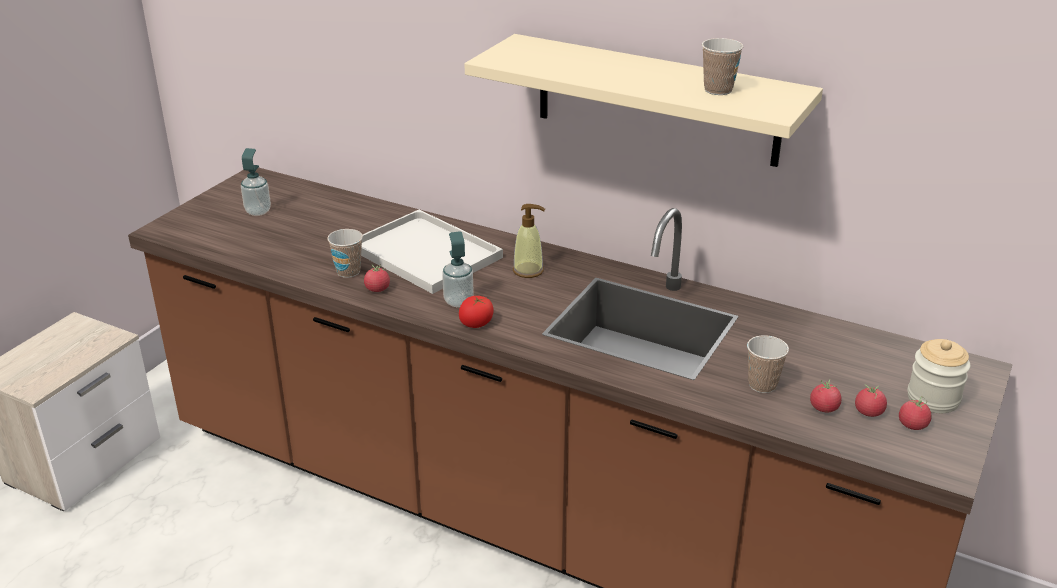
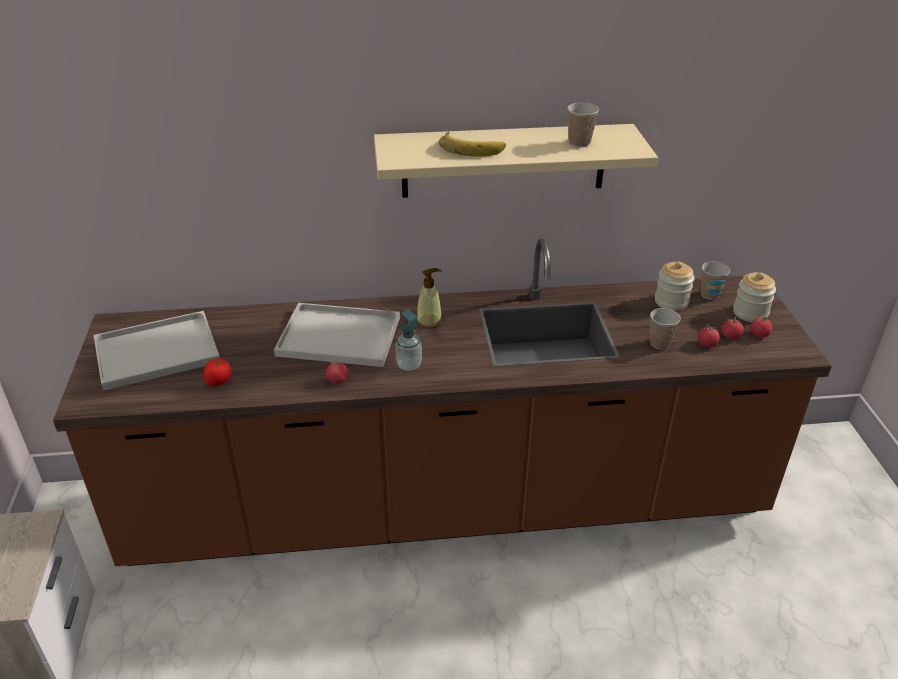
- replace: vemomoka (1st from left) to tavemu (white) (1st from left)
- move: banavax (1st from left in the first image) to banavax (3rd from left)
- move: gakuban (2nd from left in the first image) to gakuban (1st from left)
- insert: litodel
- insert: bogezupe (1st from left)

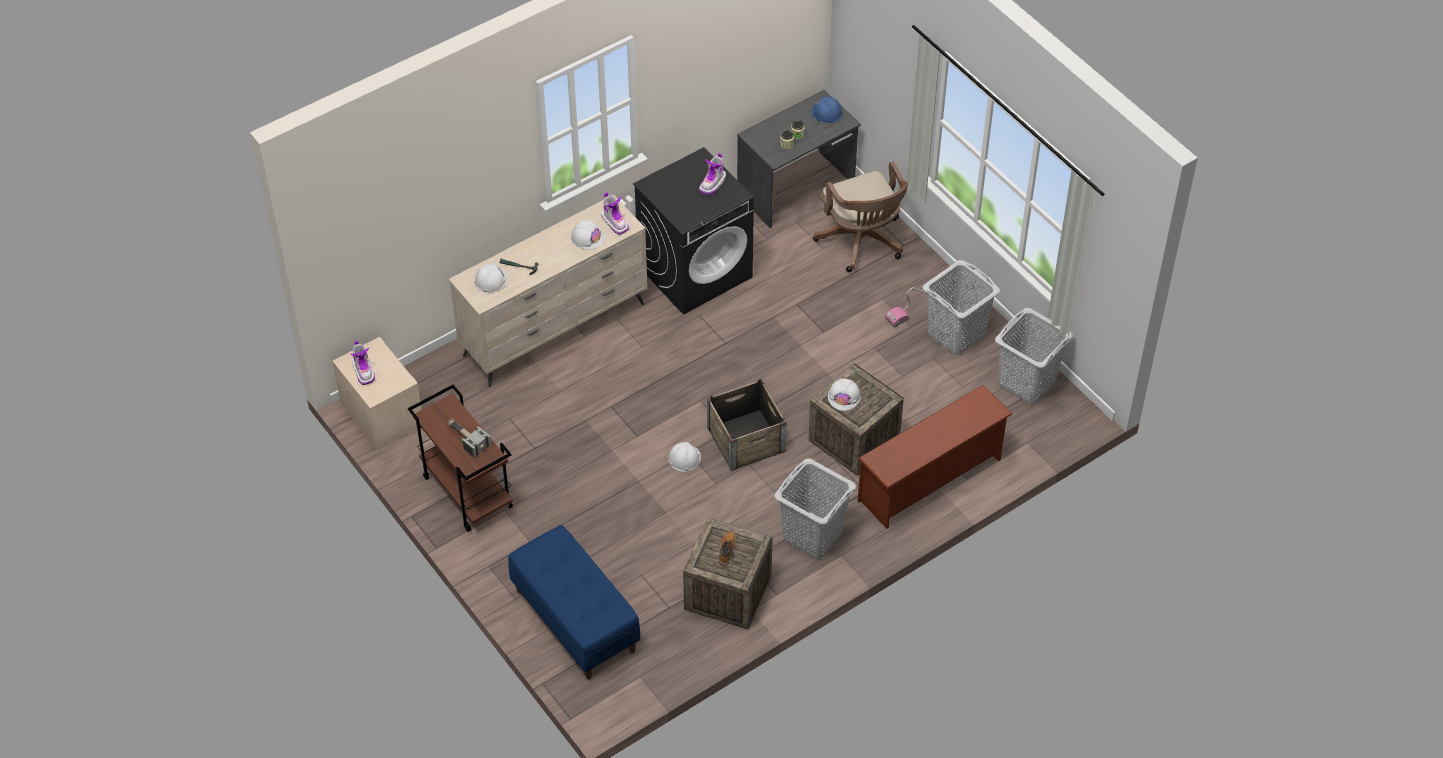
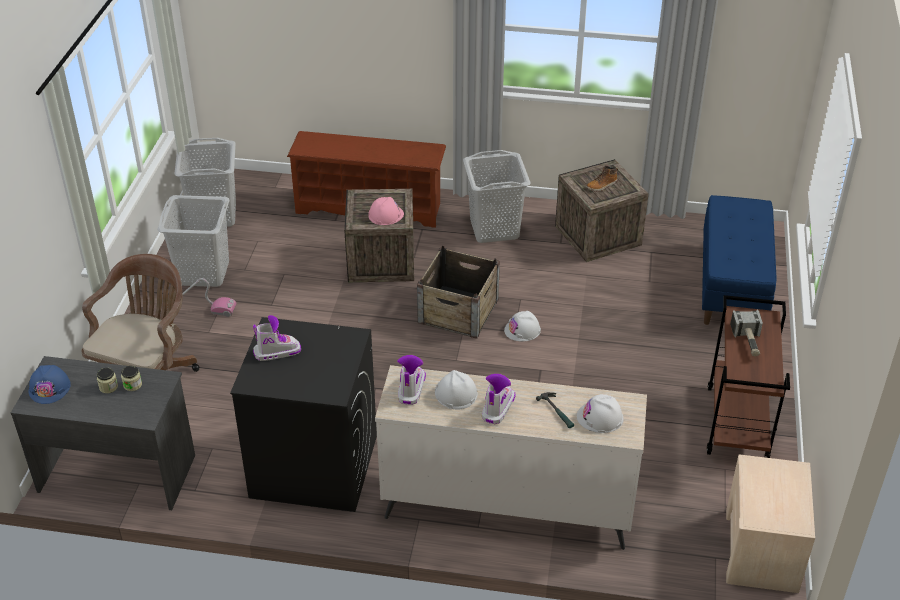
- move: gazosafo (1st from left in the first image) to gazosafo (3rd from left)
- recolor: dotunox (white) (4th from left) to dotunox (pink)

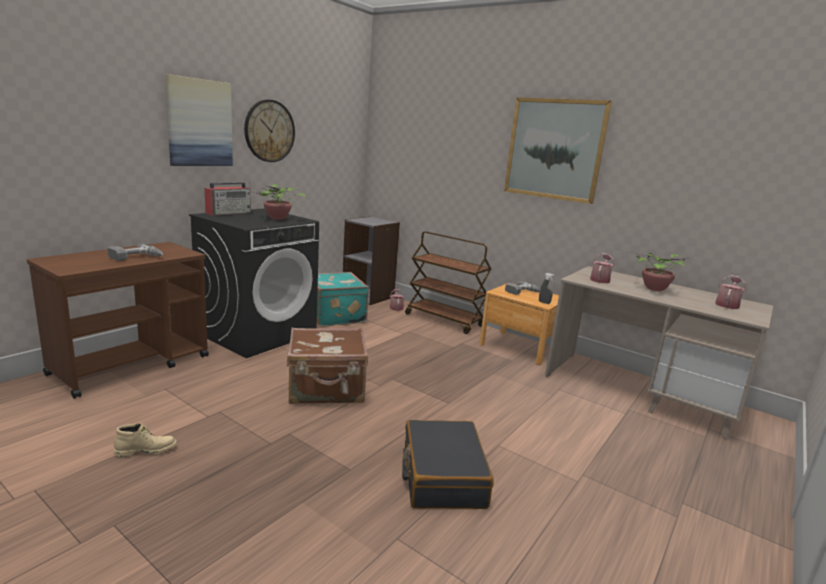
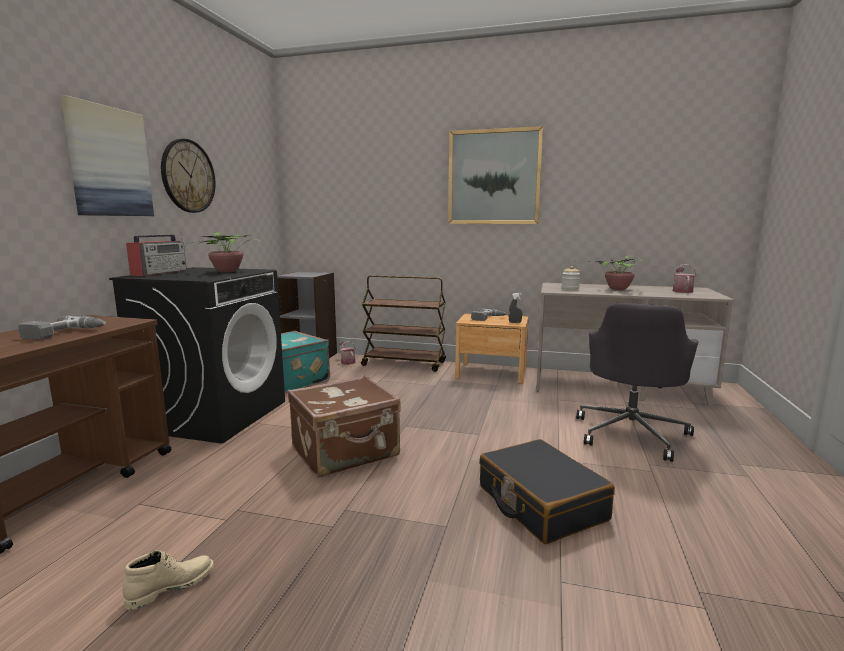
- replace: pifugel (2nd from left) to bogezupe
- insert: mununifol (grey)

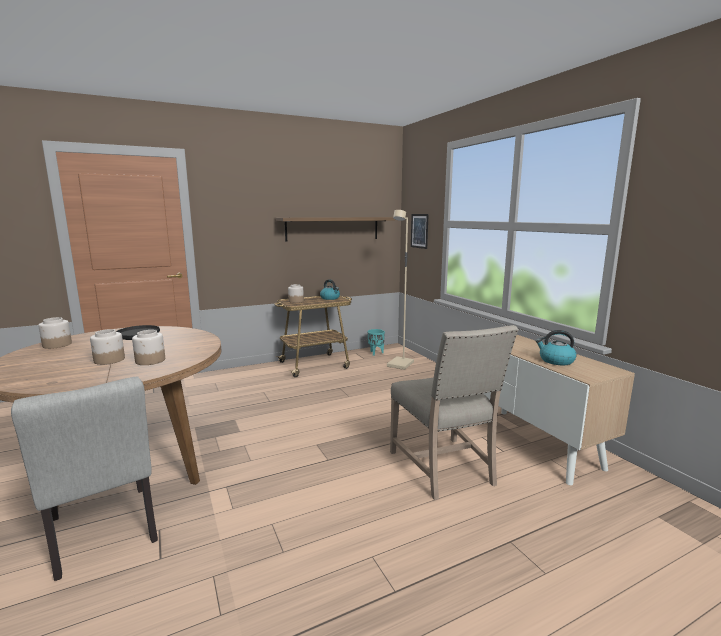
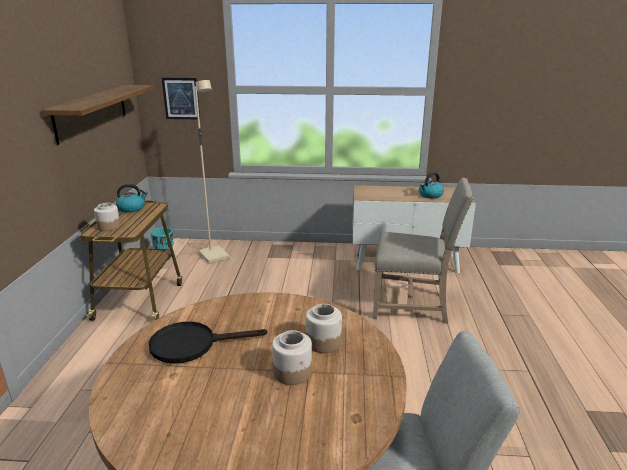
- delete: bogezupe (1st from left)

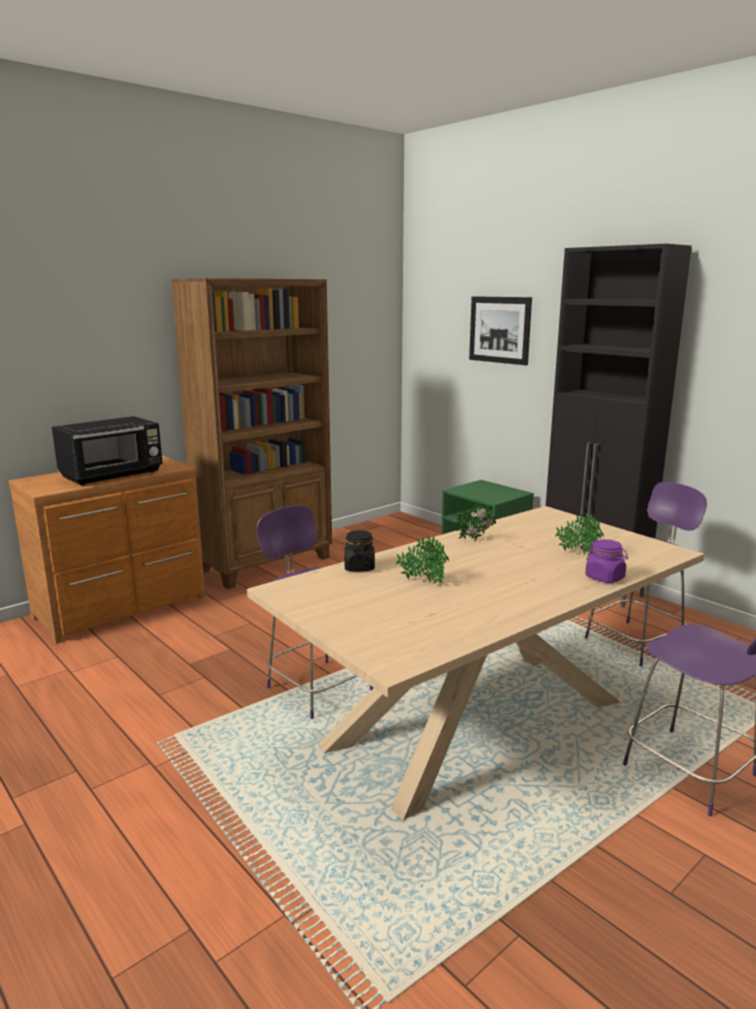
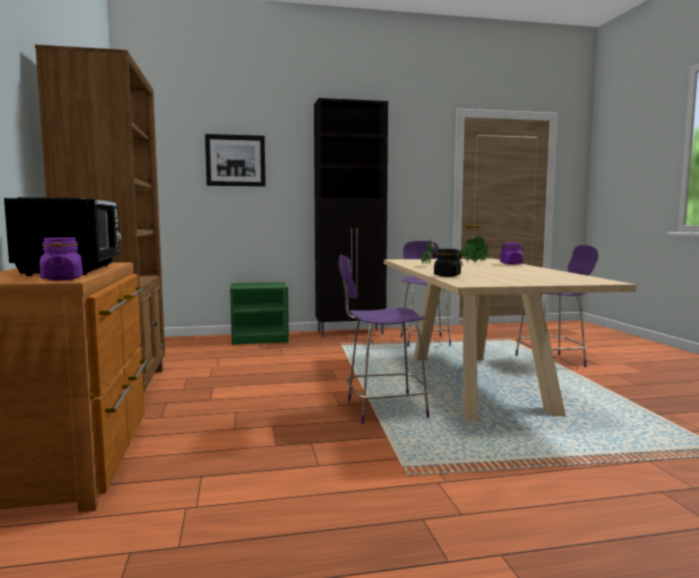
- delete: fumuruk (1st from left)
- insert: bogezupe (purple) (1st from left)

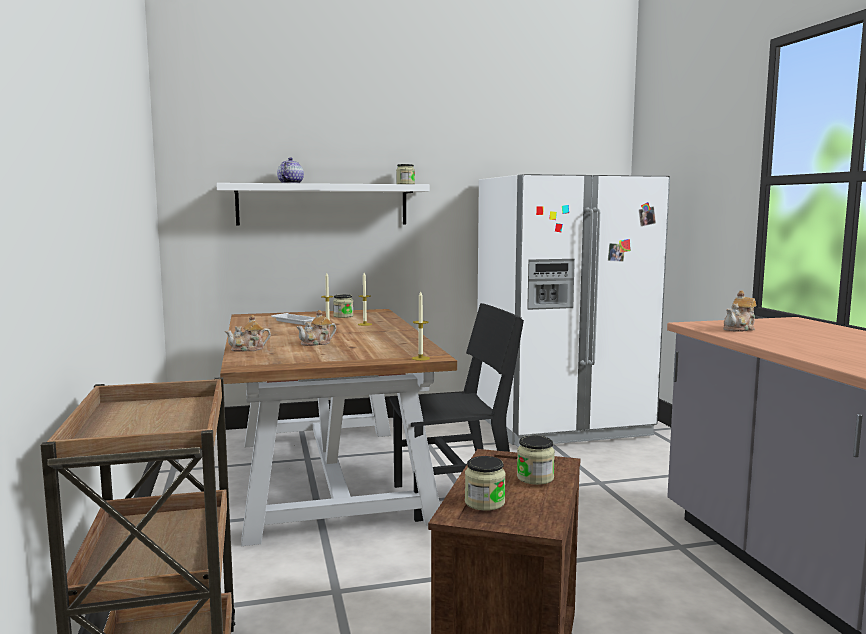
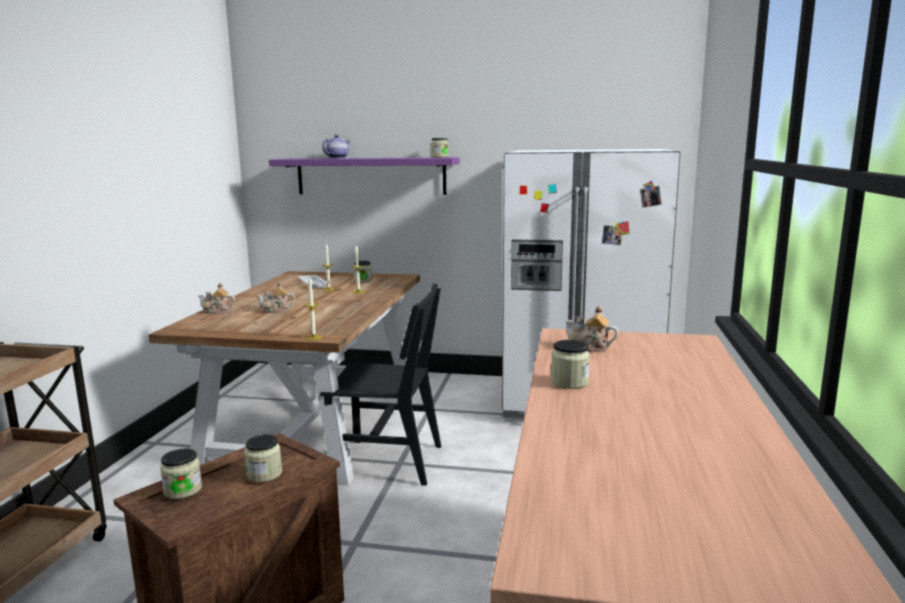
- recolor: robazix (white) to robazix (purple)
- rotate: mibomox (4th from left) 45 degrees clockwise
- insert: bogezupe (5th from left)

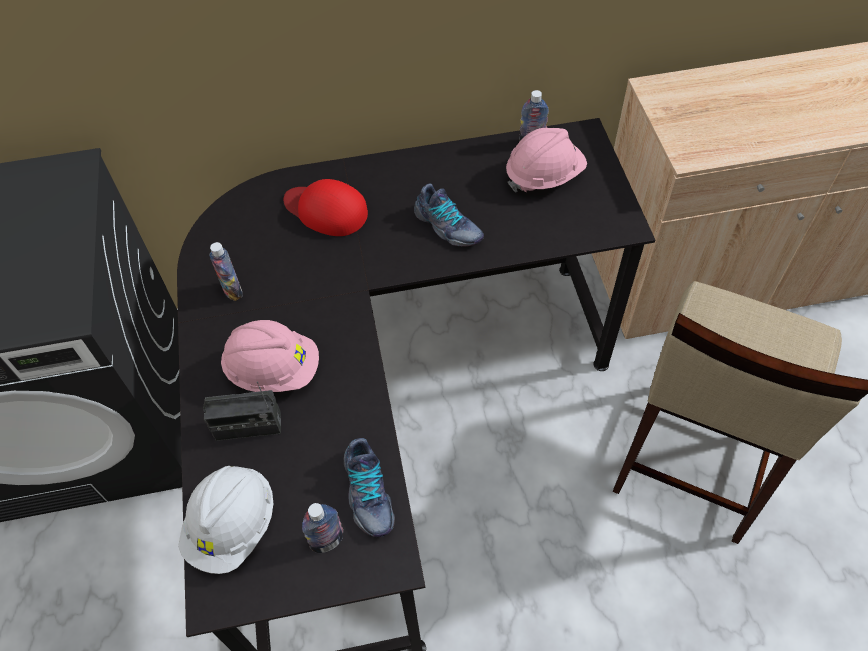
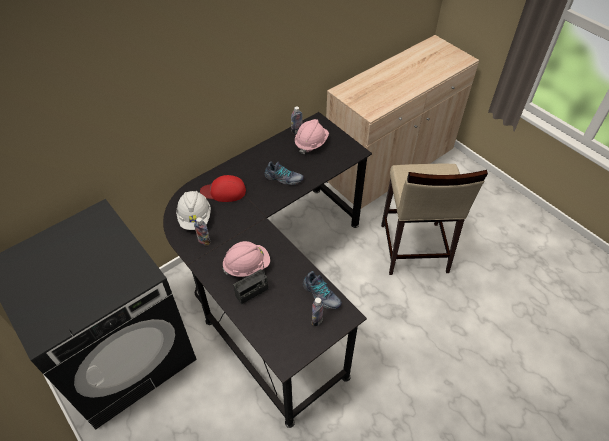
- move: dotunox (white)

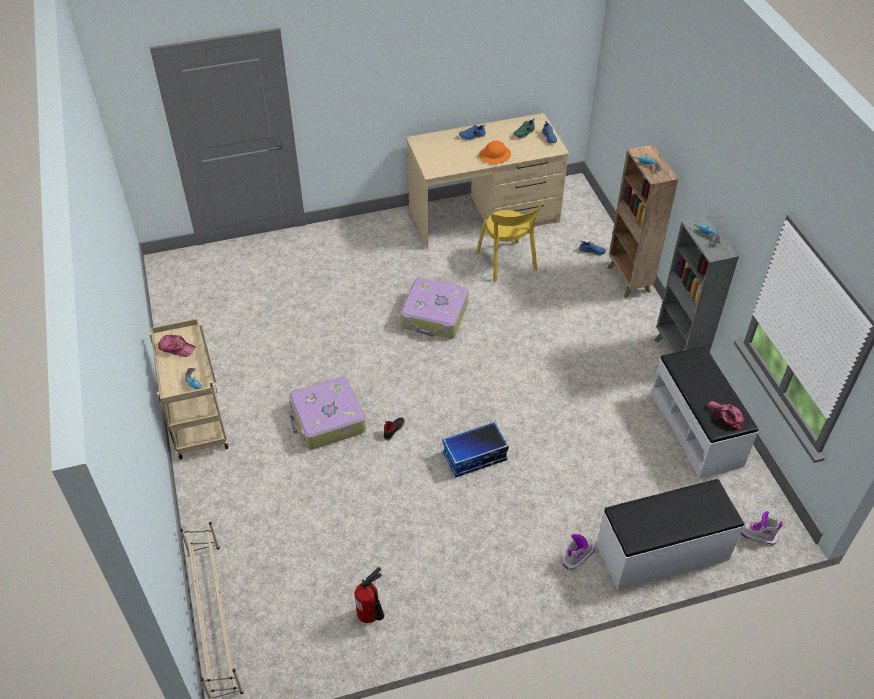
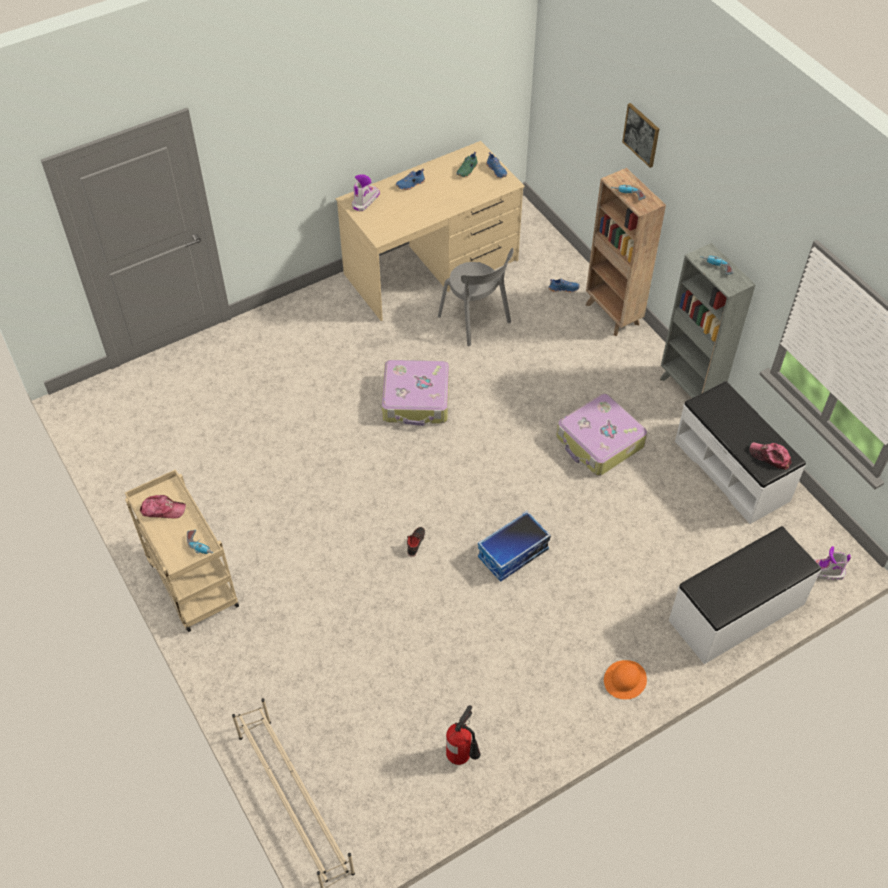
- move: dotunox (orange)
- recolor: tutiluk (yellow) to tutiluk (grey)
- move: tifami (1st from left in the first image) to tifami (2nd from left)
- move: gazosafo (1st from left)
- insert: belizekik

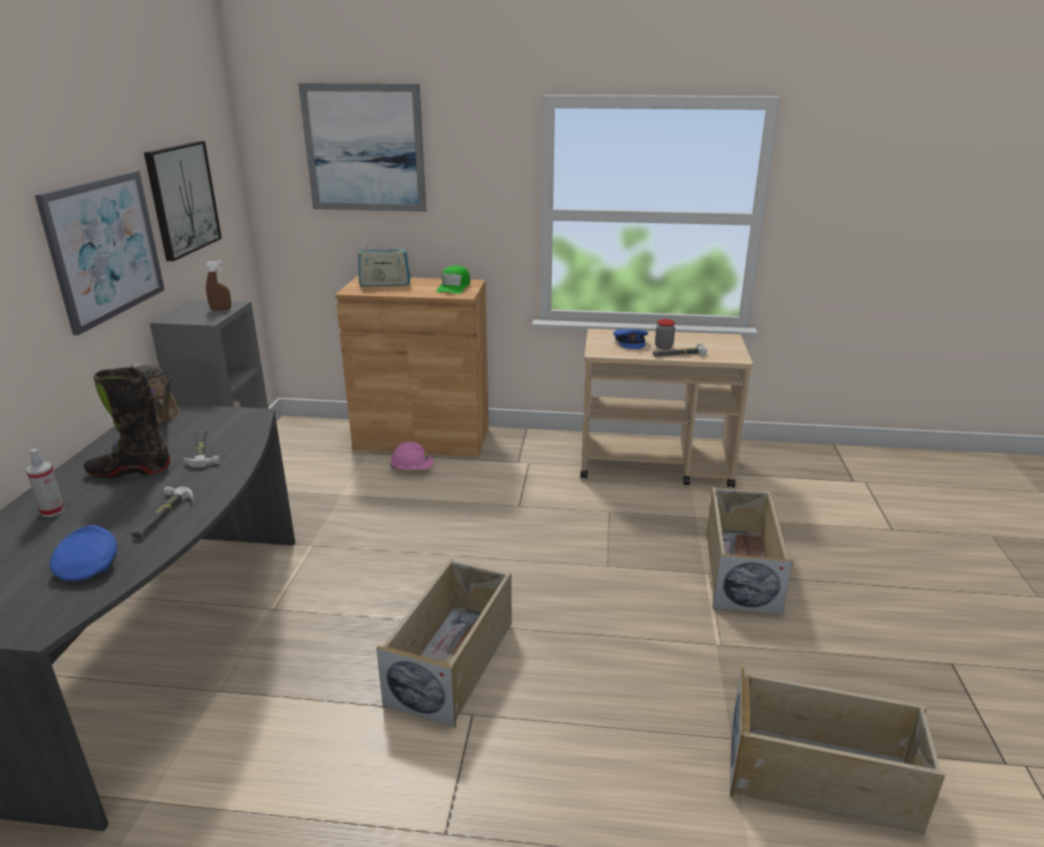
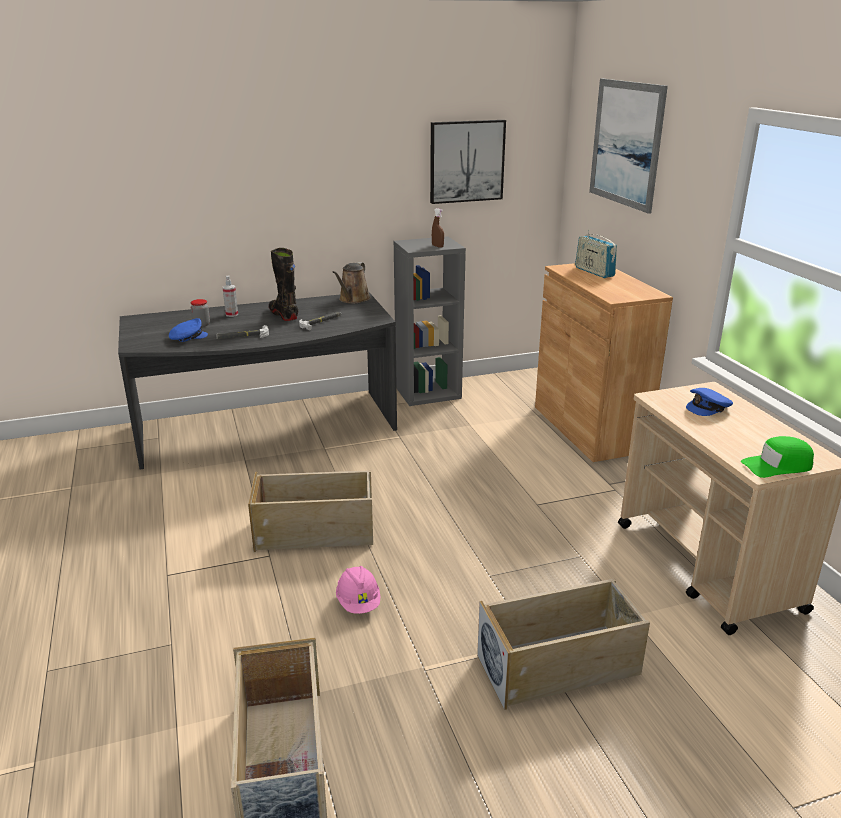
- delete: belizekik (1st from left)
- move: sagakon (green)
- move: bogezupe
- delete: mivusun (3rd from left)
- move: dotunox (pink)

